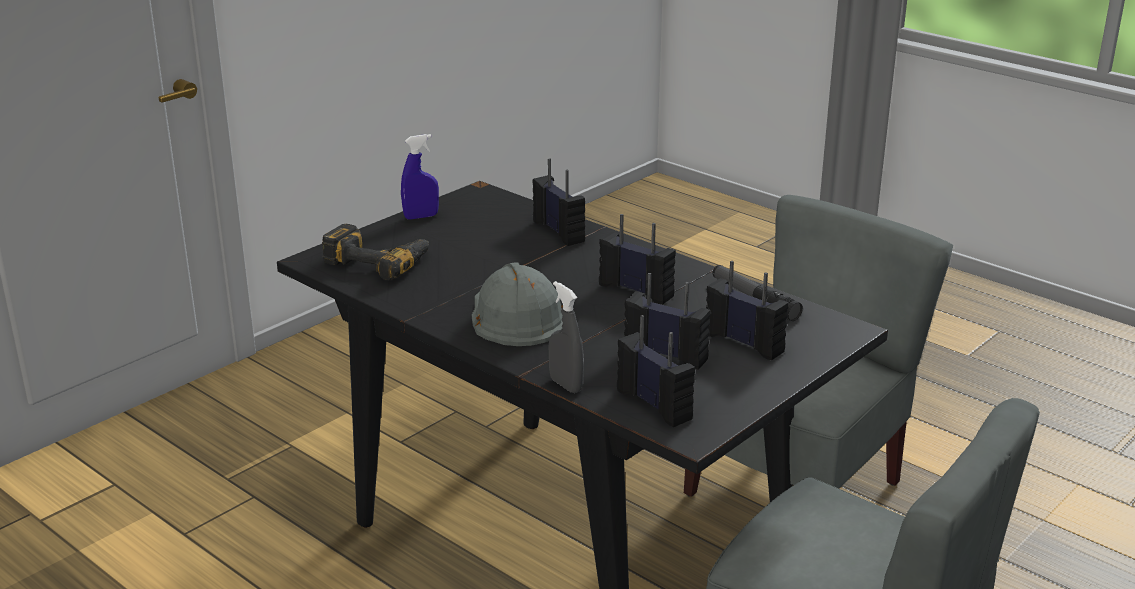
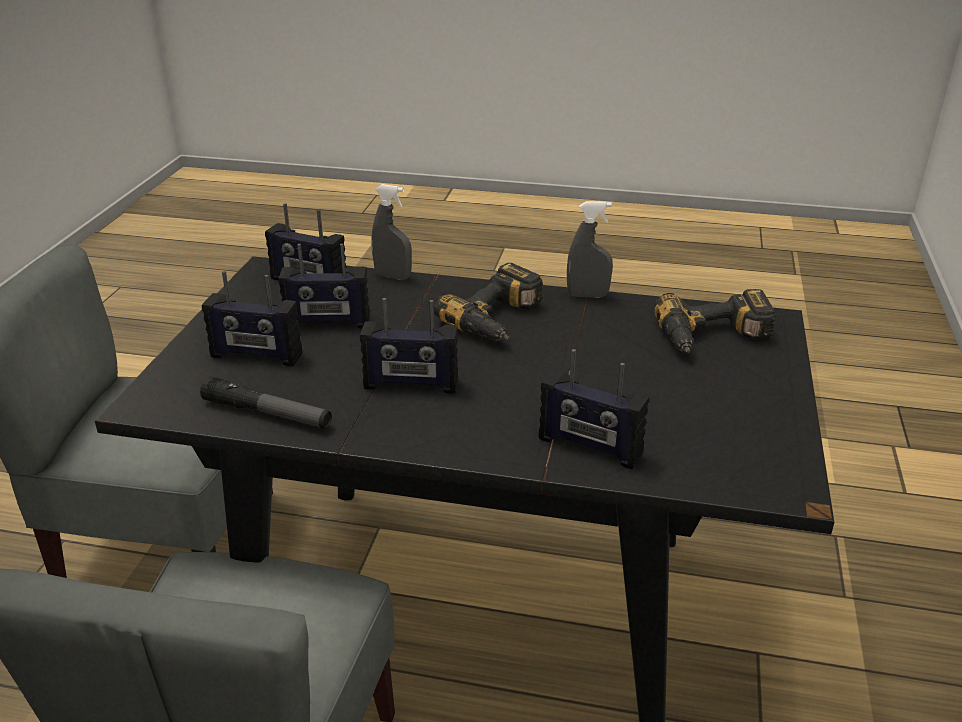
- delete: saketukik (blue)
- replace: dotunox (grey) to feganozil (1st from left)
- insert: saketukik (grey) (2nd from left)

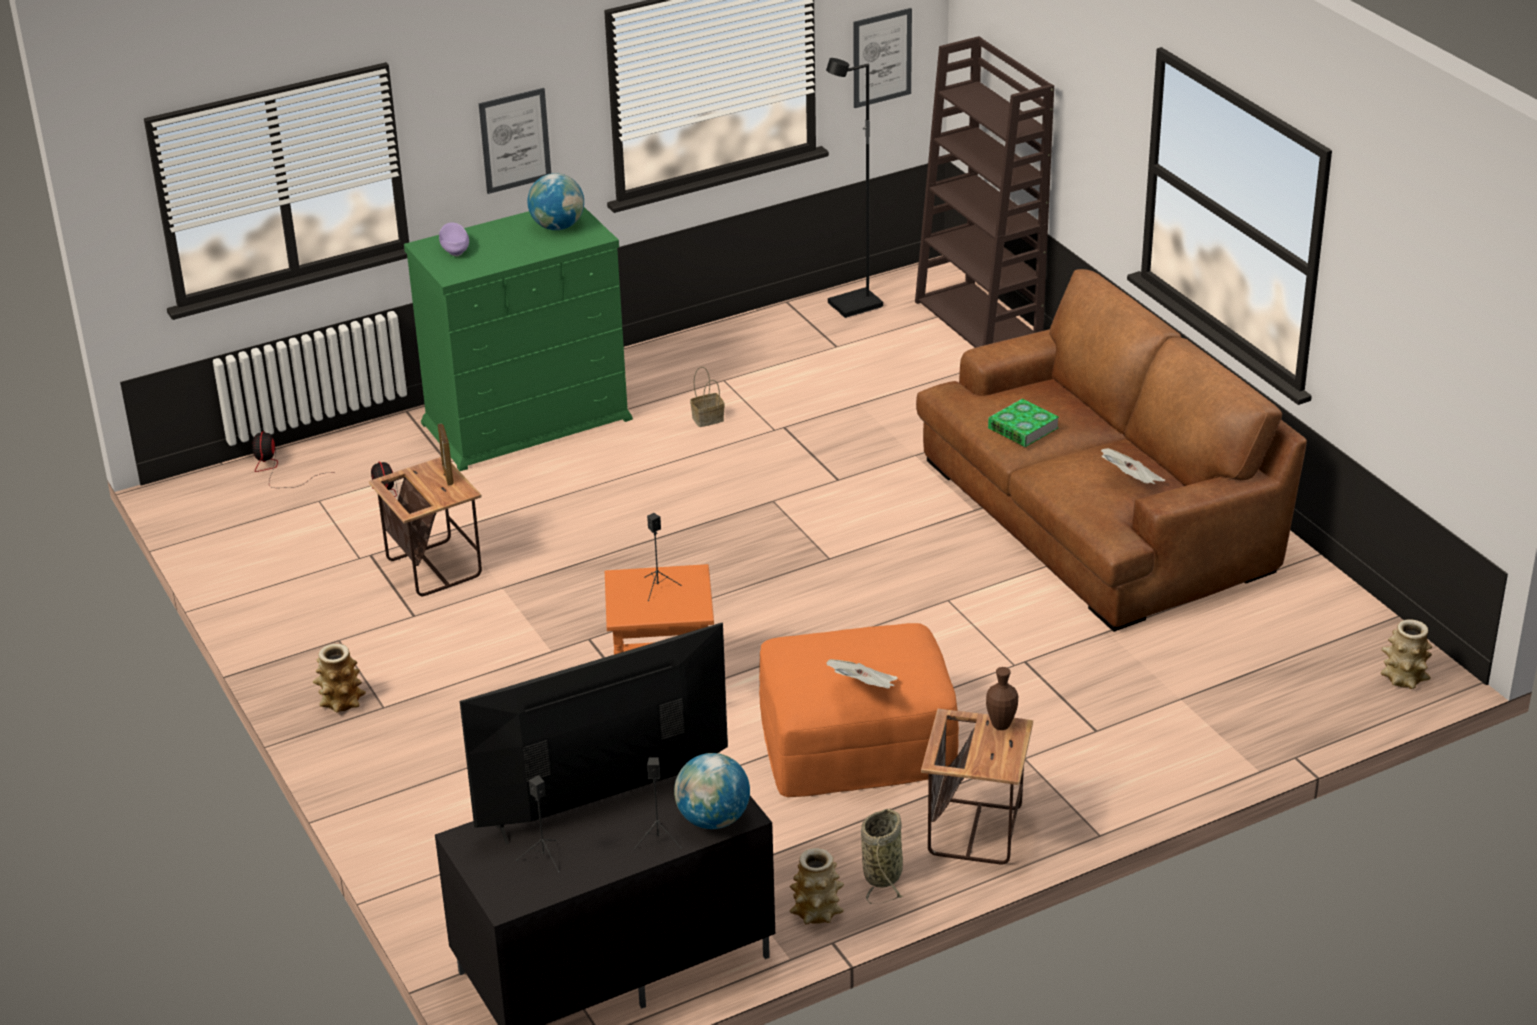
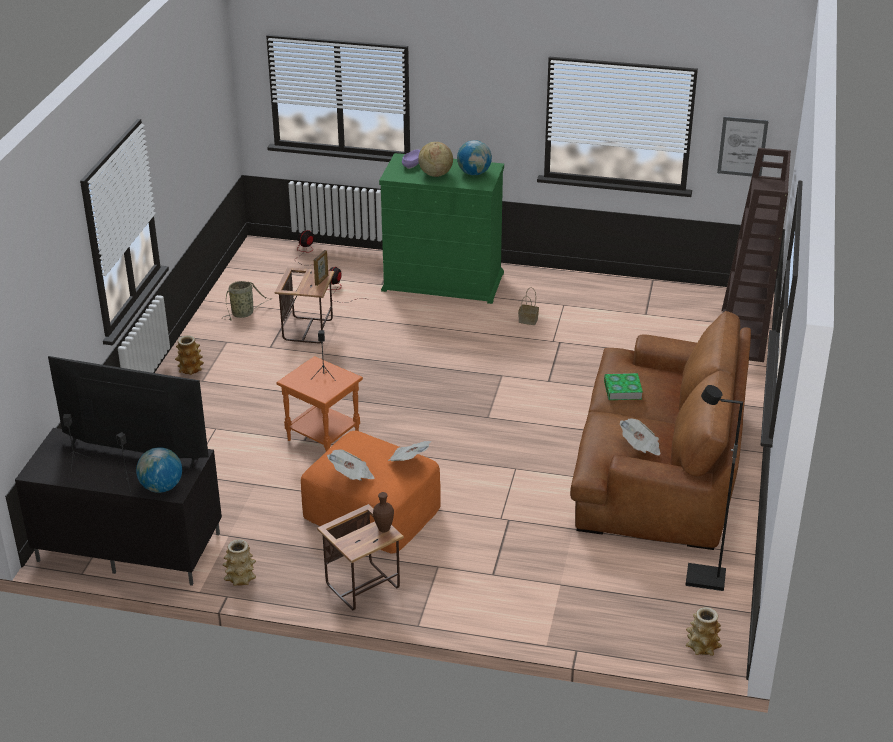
- move: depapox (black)
- delete: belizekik (1st from left)
- move: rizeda (2nd from left in the first image) to rizeda (1st from left)
- insert: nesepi (2nd from left)
- insert: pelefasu (2nd from left)

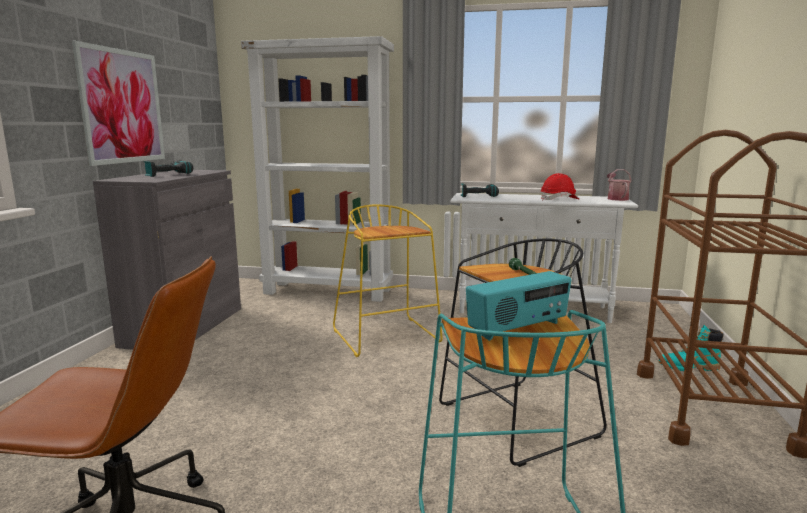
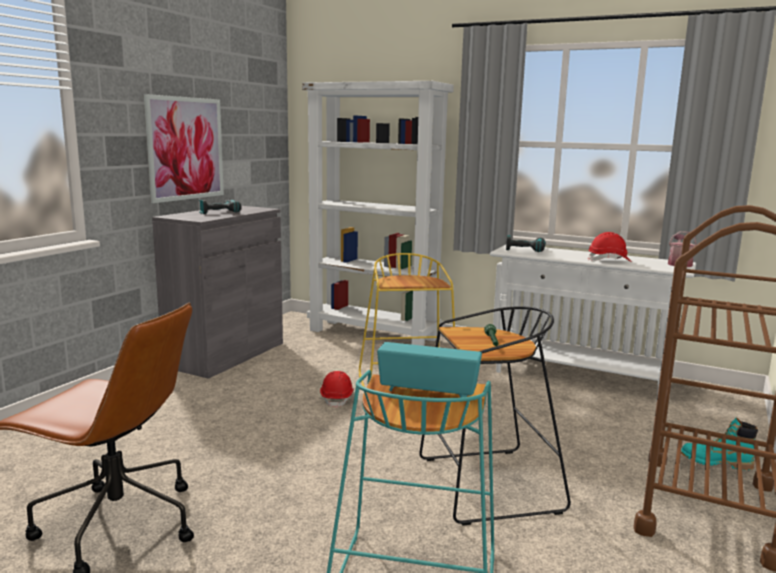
- rotate: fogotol 150 degrees counterclockwise
- insert: dotunox (red) (1st from left)

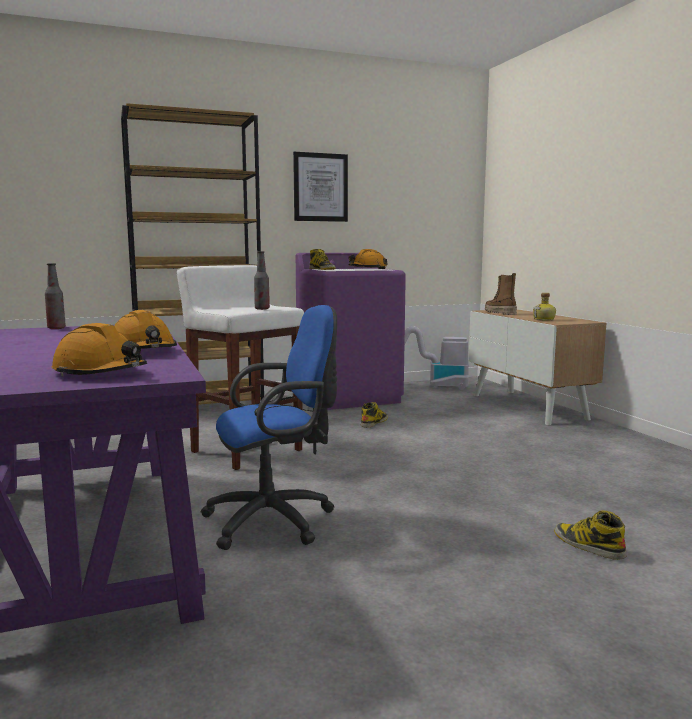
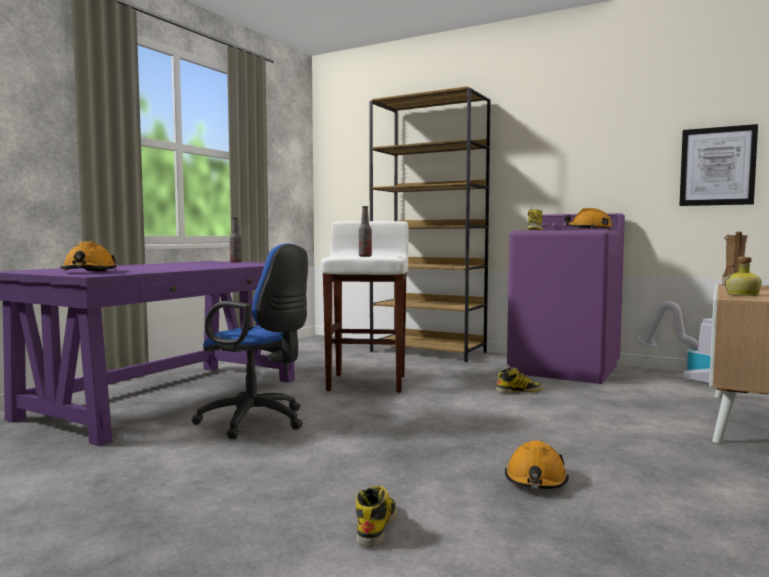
- move: belizekik
- move: dotunox (orange) (2nd from left)

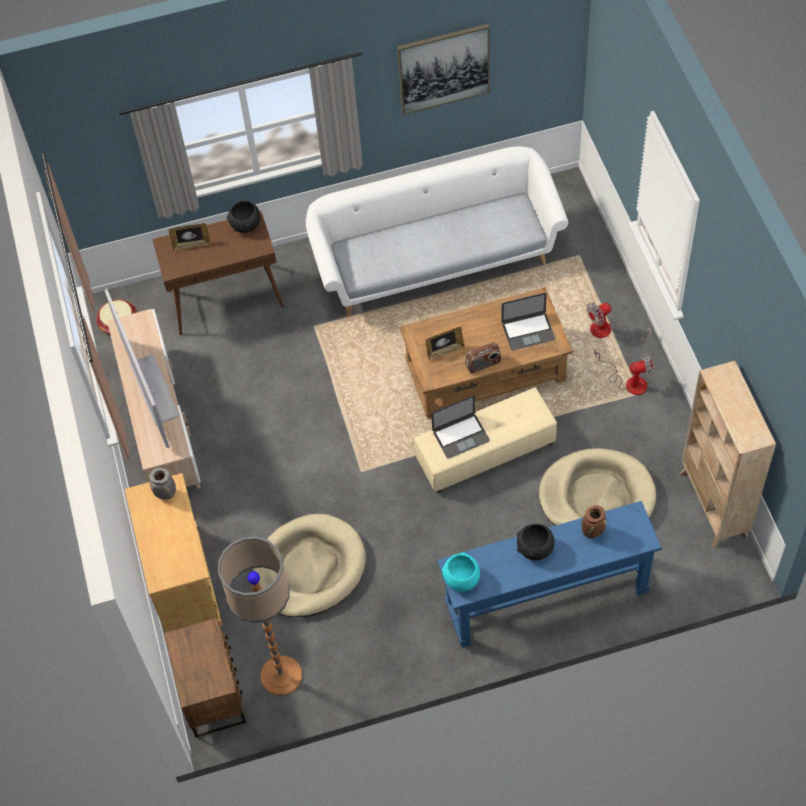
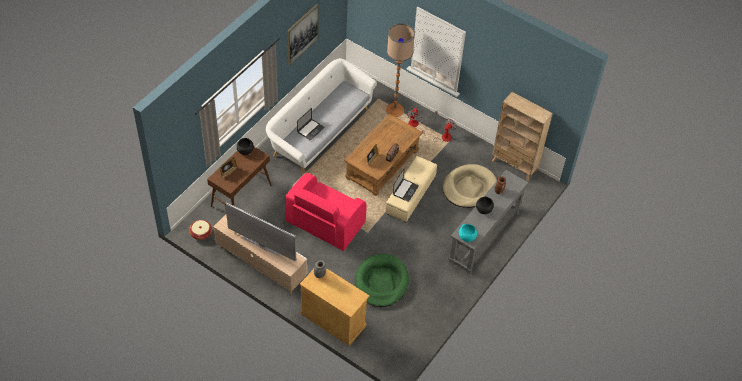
- move: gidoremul (2nd from left in the first image) to gidoremul (1st from left)
- recolor: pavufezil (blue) to pavufezil (grey)
- recolor: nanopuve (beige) (1st from left) to nanopuve (green)
- move: depapox
- delete: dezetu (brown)
- insert: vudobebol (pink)

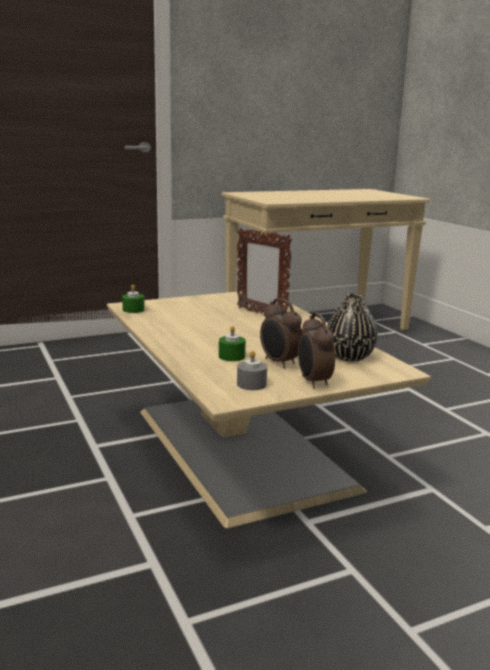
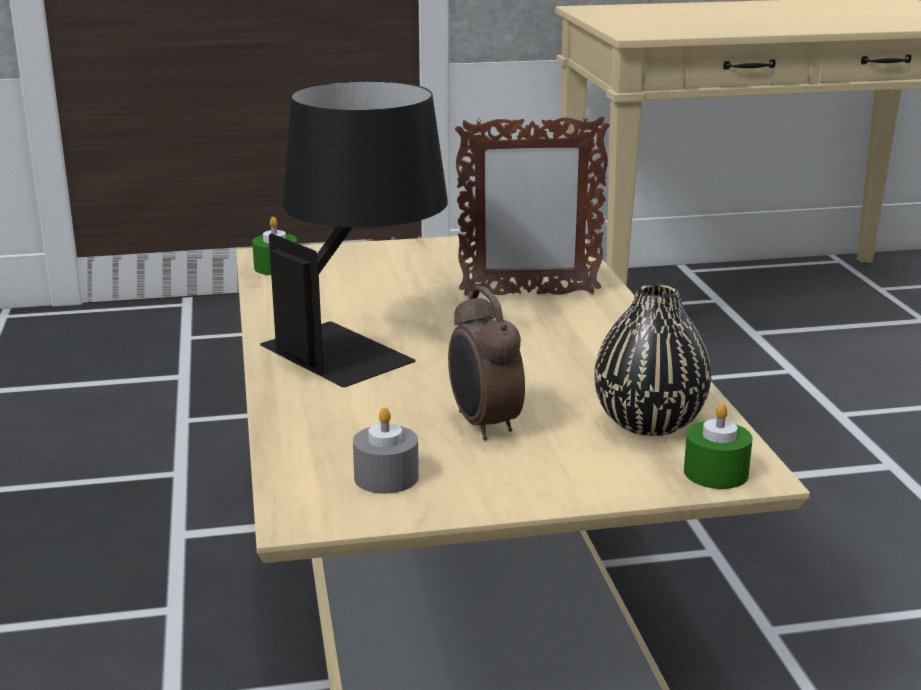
- rotate: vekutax 60 degrees counterclockwise
- delete: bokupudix (2nd from left)
- move: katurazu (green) (2nd from left)
- insert: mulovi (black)

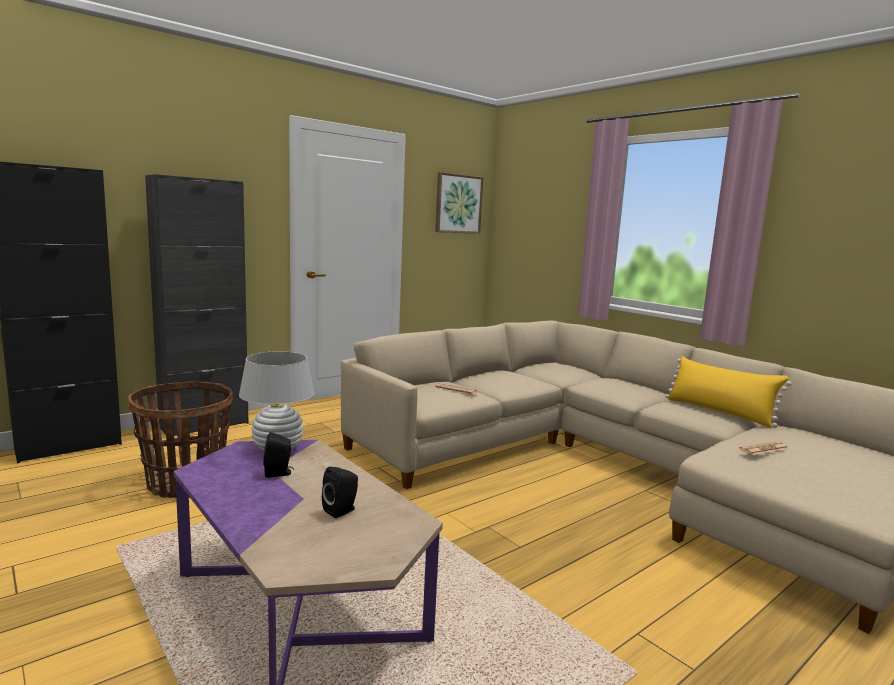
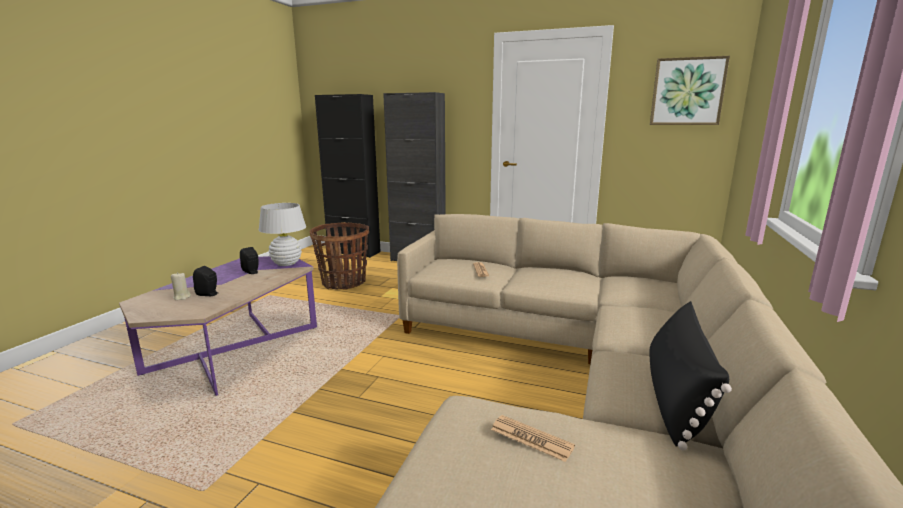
- recolor: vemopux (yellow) to vemopux (black)
- insert: katurazu (beige)

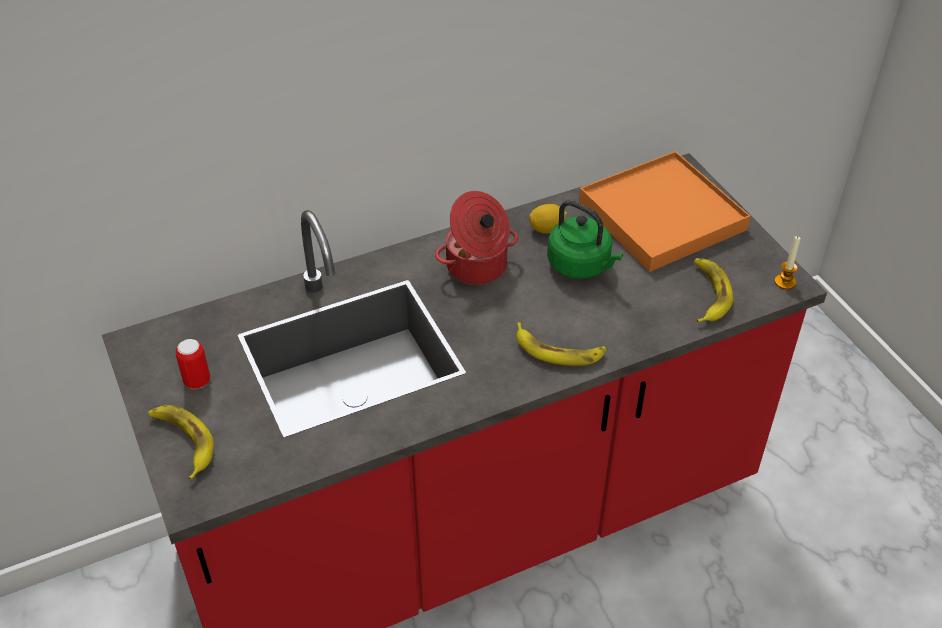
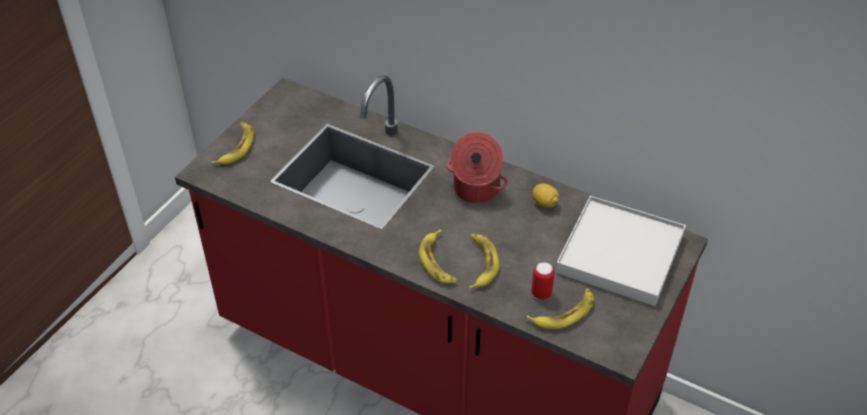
- recolor: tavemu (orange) to tavemu (white)
- delete: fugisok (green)
- delete: katurazu
- move: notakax
- insert: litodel (3rd from left)

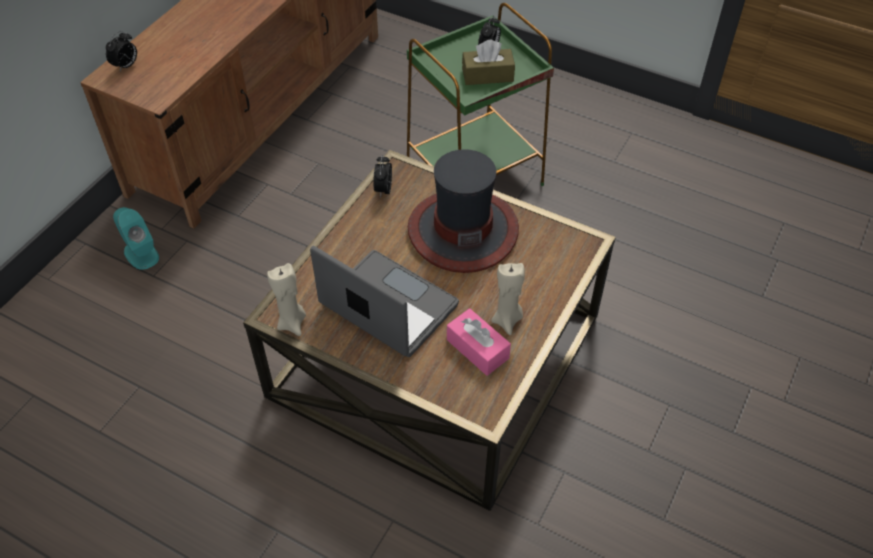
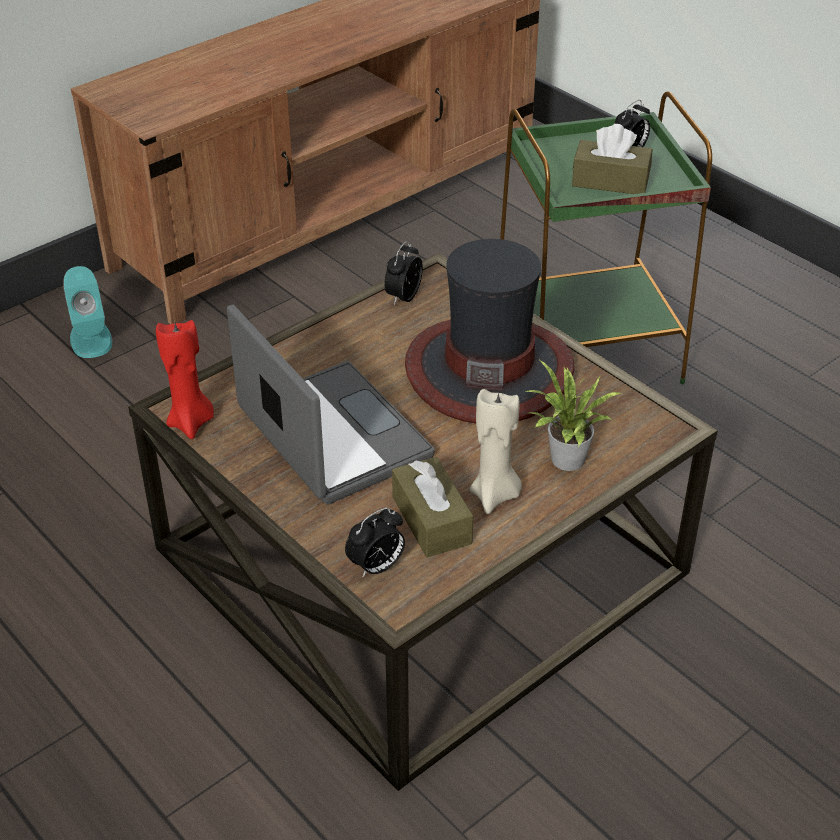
- move: bokupudix (1st from left)
- recolor: katurazu (beige) (1st from left) to katurazu (red)
- recolor: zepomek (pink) to zepomek (brown) (1st from left)
- insert: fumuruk

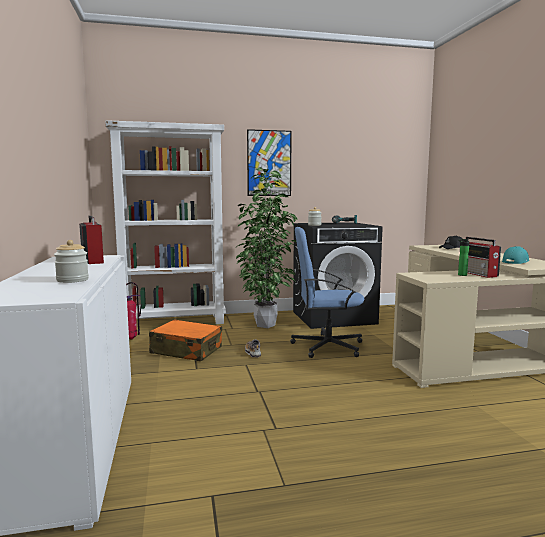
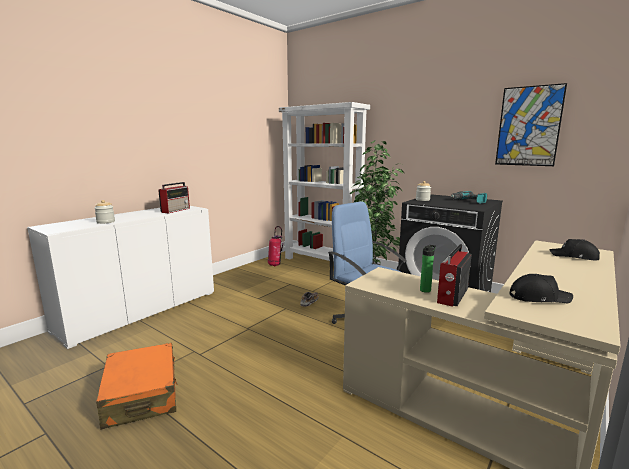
- move: belizekik
- recolor: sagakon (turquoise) to sagakon (black) (1st from left)
- move: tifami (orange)

